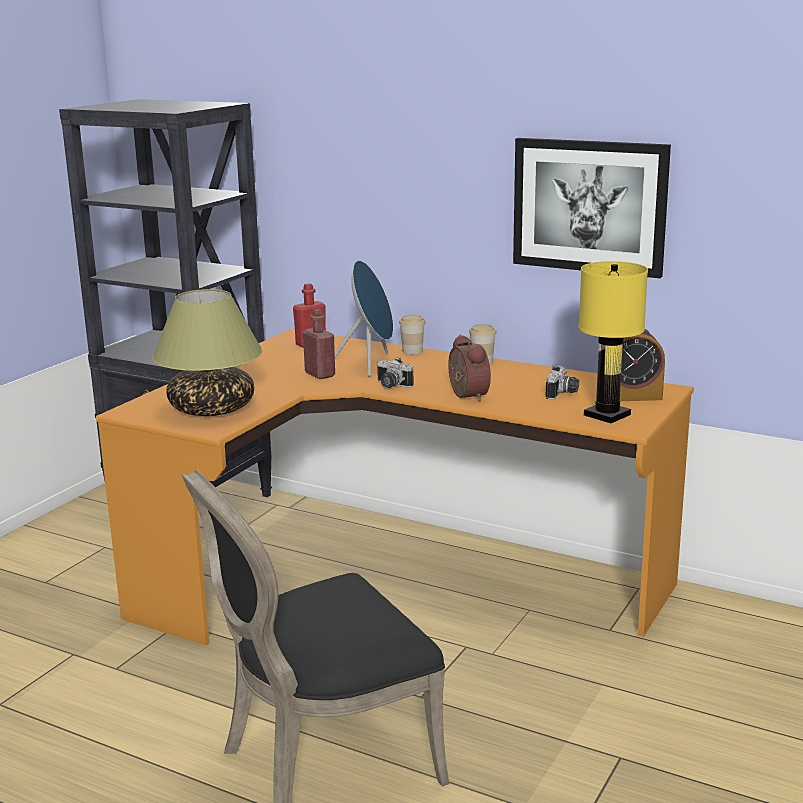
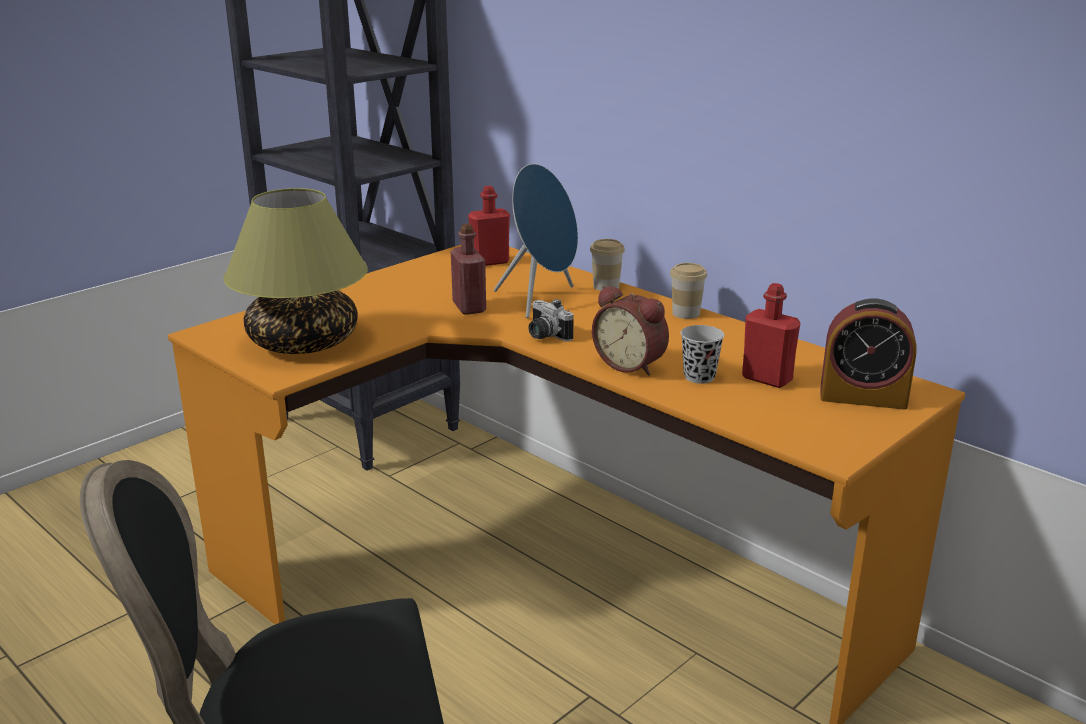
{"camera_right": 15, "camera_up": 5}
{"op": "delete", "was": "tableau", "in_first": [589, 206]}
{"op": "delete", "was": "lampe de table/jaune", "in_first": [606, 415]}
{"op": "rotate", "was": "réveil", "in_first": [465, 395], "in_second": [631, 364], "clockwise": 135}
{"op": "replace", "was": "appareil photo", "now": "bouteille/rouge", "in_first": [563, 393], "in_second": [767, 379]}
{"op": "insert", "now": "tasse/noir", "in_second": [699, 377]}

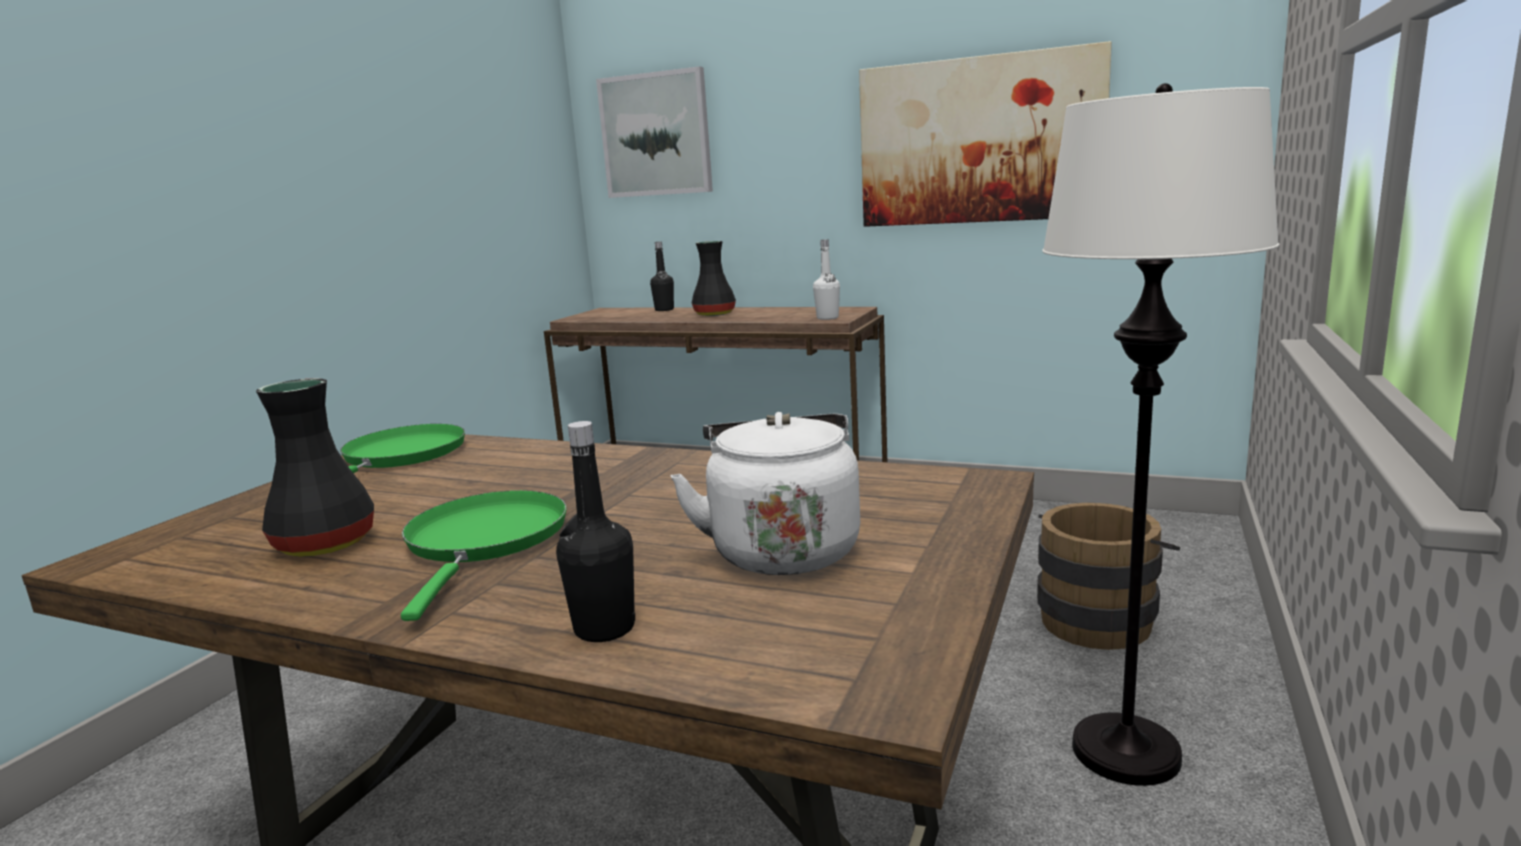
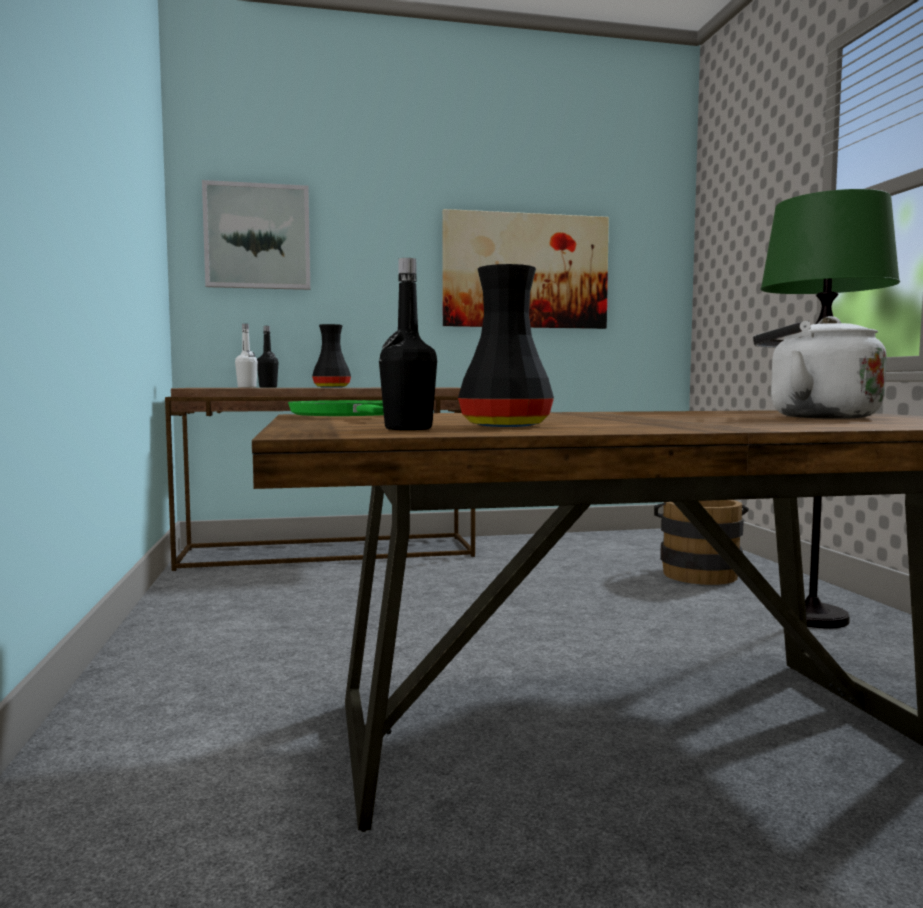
{"camera_right": -35, "camera_up": -10}
{"op": "recolor", "was": "lampadaire/blanc", "now": "lampadaire/vert", "in_first": [1126, 752], "in_second": [812, 617]}
{"op": "move", "was": "bouteille/blanc", "in_first": [827, 318], "in_second": [247, 387]}
{"op": "move", "was": "bouteille/noir", "in_first": [604, 628], "in_second": [408, 429]}
{"op": "delete", "was": "poêle/vert", "in_first": [485, 541]}

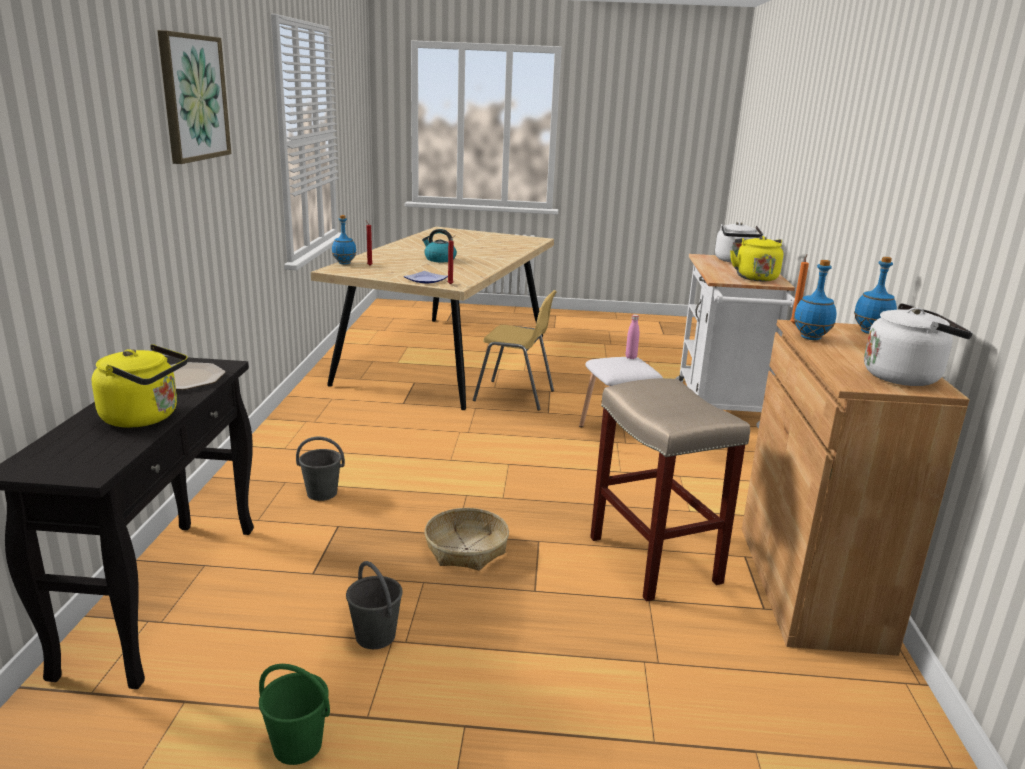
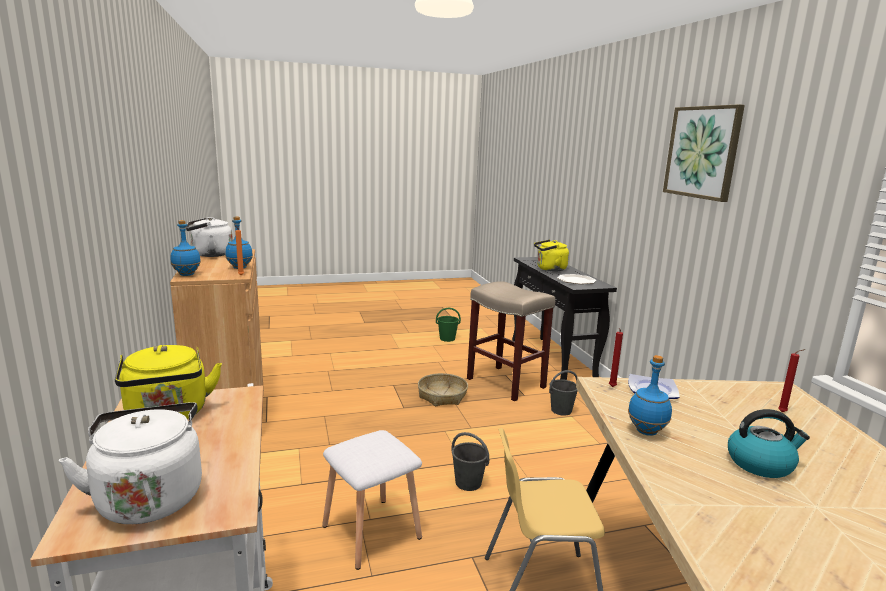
{"camera_right": 160, "camera_up": -5}
{"op": "move", "was": "bouteille/bleu", "in_first": [344, 263], "in_second": [647, 431]}
{"op": "delete", "was": "bouteille/rose", "in_first": [631, 357]}
{"op": "move", "was": "tabouret/beige", "in_first": [652, 559], "in_second": [507, 383]}
{"op": "move", "was": "seau/gris", "in_first": [375, 636], "in_second": [468, 483]}

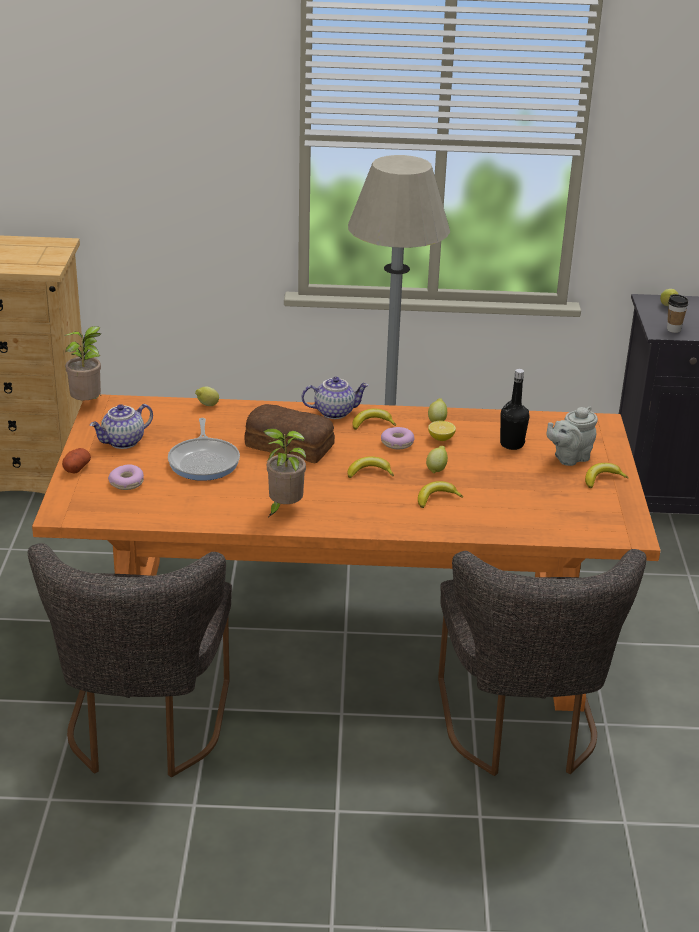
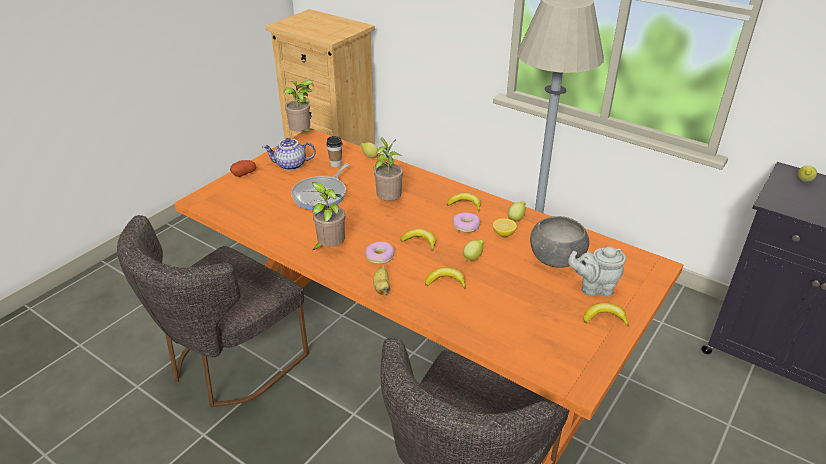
{"camera_right": 35, "camera_up": 5}
{"op": "move", "was": "tasse", "in_first": [673, 329], "in_second": [336, 164]}
{"op": "replace", "was": "bouteille/noir", "now": "bol/gris", "in_first": [511, 444], "in_second": [556, 258]}
{"op": "delete", "was": "théière", "in_first": [334, 412]}
{"op": "replace", "was": "pain", "now": "plante en pot", "in_first": [288, 445], "in_second": [388, 202]}
{"op": "move", "was": "beignet", "in_first": [127, 483], "in_second": [380, 257]}
{"op": "insert", "now": "banane", "in_second": [382, 288]}

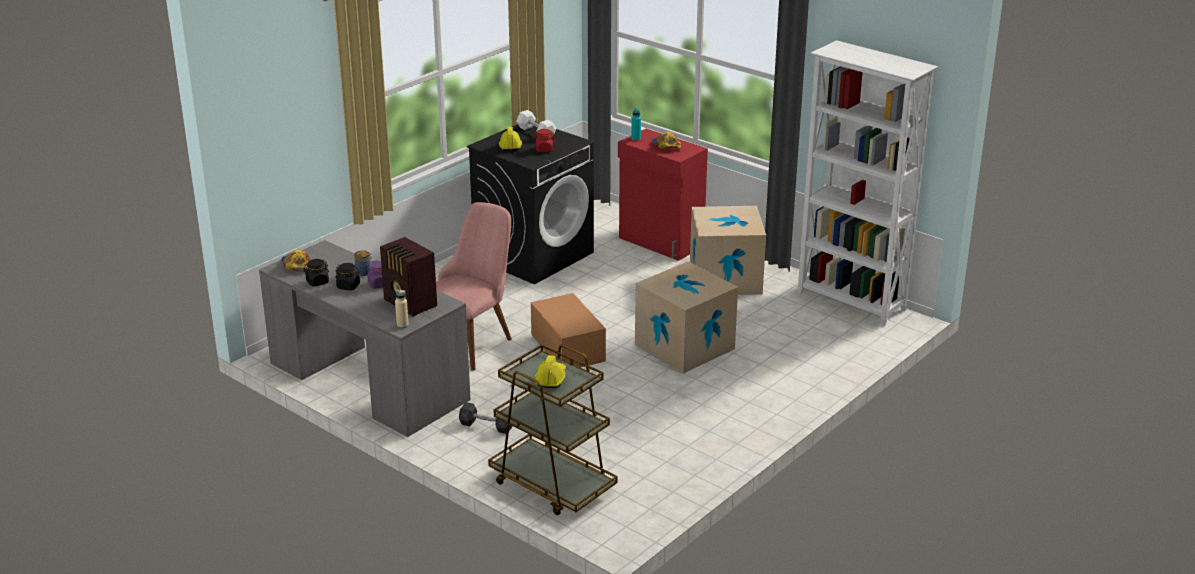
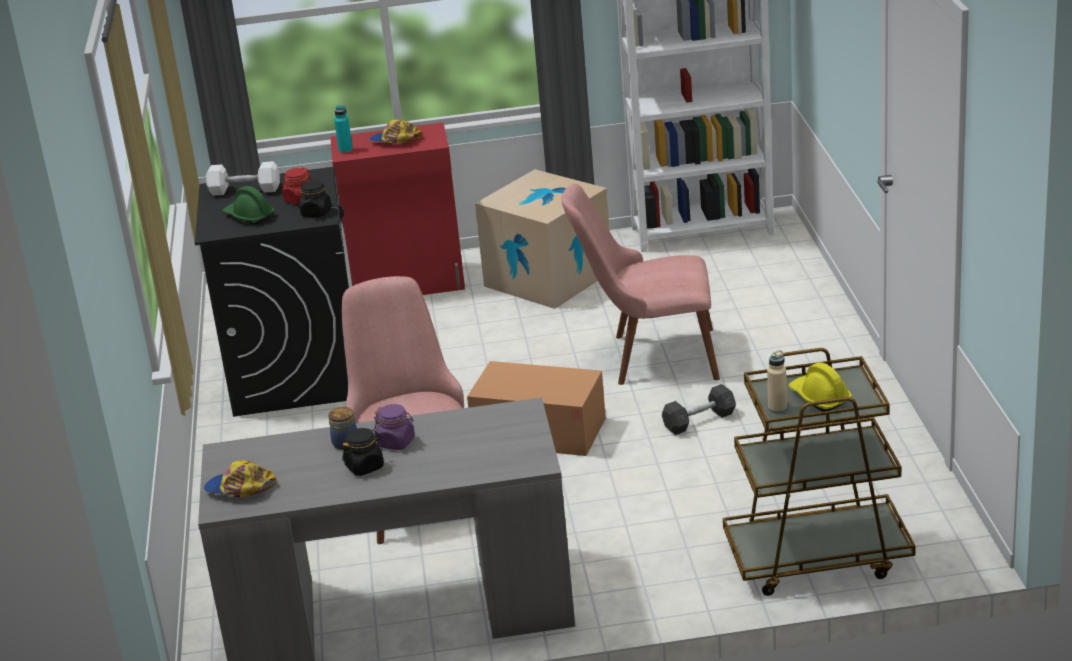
{"camera_right": -45, "camera_up": 0}
{"op": "recolor", "was": "casque de chantier/jaune", "now": "casque de chantier/vert", "in_first": [510, 145], "in_second": [249, 216]}
{"op": "delete", "was": "radio", "in_first": [410, 304]}
{"op": "move", "was": "bocal/noir", "in_first": [317, 282], "in_second": [316, 213]}
{"op": "replace", "was": "carton", "now": "chaise/rose", "in_first": [684, 347], "in_second": [648, 358]}
{"op": "move", "was": "bouteille/beige", "in_first": [402, 325], "in_second": [777, 408]}
{"op": "move", "was": "haltère/gris", "in_first": [486, 426], "in_second": [699, 421]}

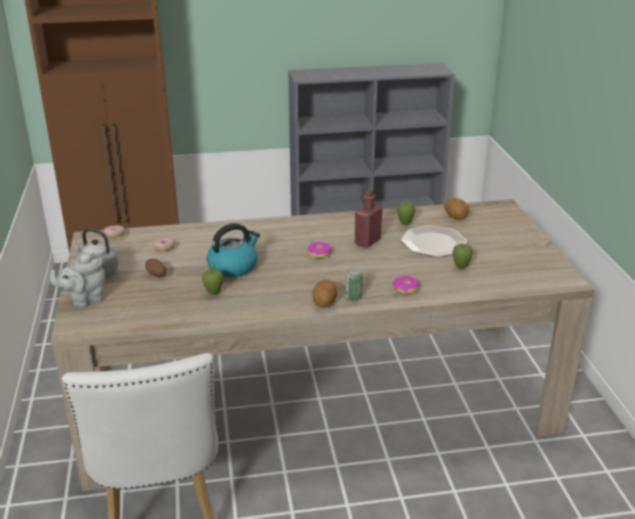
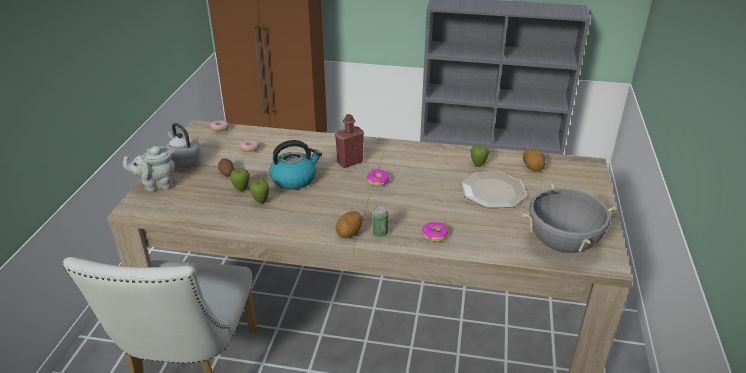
{"camera_right": 20, "camera_up": 5}
{"op": "move", "was": "bouteille/rouge", "in_first": [367, 242], "in_second": [350, 162]}
{"op": "move", "was": "pomme", "in_first": [461, 267], "in_second": [241, 190]}
{"op": "insert", "now": "marmite/gris", "in_second": [562, 244]}

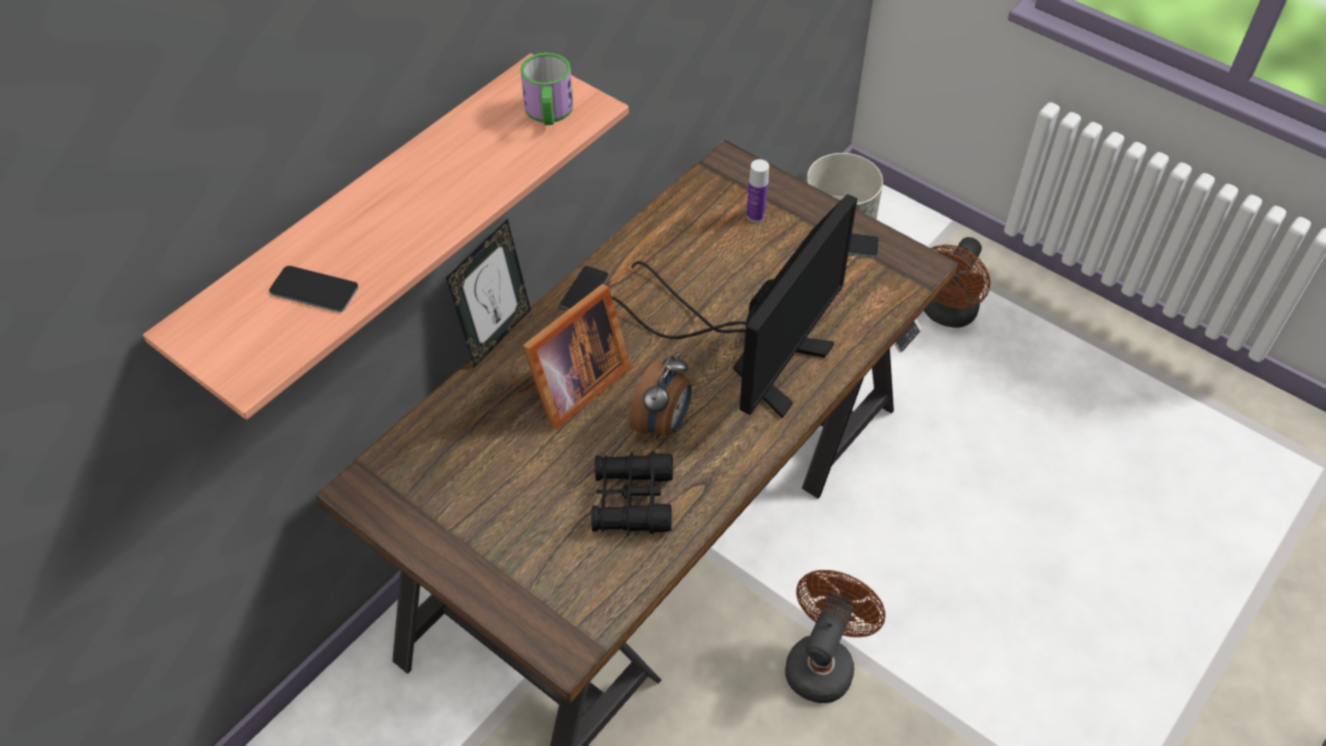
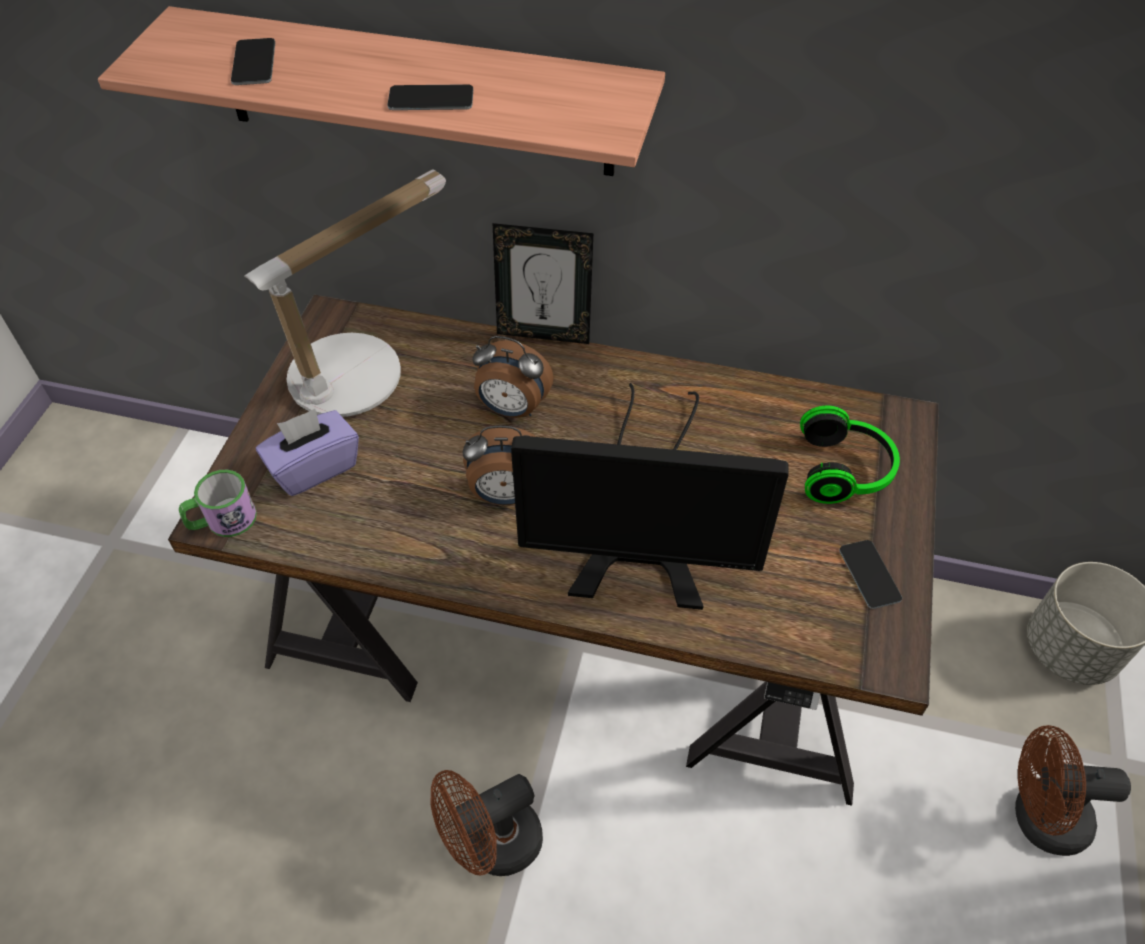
{"camera_right": 65, "camera_up": 0}
{"op": "move", "was": "mug", "in_first": [549, 113], "in_second": [222, 521]}
{"op": "replace", "was": "bouteille", "now": "casque audio", "in_first": [756, 215], "in_second": [845, 471]}
{"op": "move", "was": "téléphone", "in_first": [584, 290], "in_second": [431, 99]}
{"op": "replace", "was": "cadre photo", "now": "réveil", "in_first": [571, 387], "in_second": [512, 409]}
{"op": "delete", "was": "jumelles/noir", "in_first": [632, 500]}
{"op": "rotate", "was": "ventilateur/marron", "in_first": [823, 661], "in_second": [492, 845], "clockwise": 150}
{"op": "insert", "now": "lampe de table", "in_second": [358, 370]}
{"op": "insert", "now": "boîte à mouchoirs/violet", "in_second": [314, 467]}

